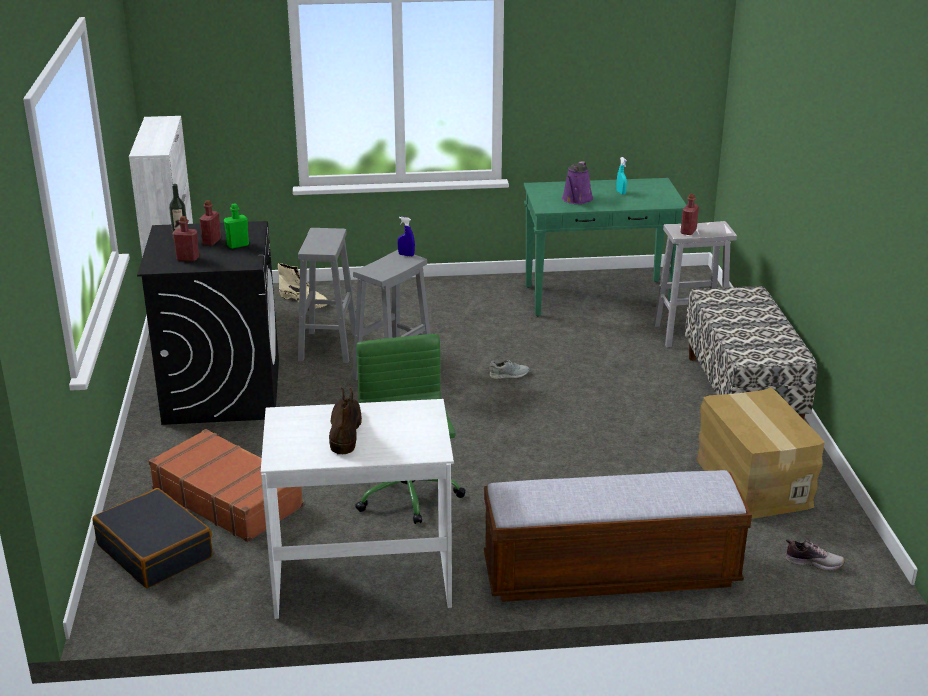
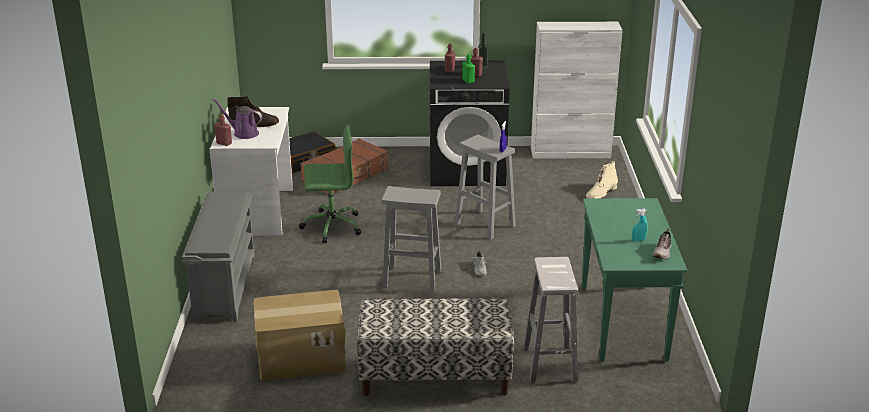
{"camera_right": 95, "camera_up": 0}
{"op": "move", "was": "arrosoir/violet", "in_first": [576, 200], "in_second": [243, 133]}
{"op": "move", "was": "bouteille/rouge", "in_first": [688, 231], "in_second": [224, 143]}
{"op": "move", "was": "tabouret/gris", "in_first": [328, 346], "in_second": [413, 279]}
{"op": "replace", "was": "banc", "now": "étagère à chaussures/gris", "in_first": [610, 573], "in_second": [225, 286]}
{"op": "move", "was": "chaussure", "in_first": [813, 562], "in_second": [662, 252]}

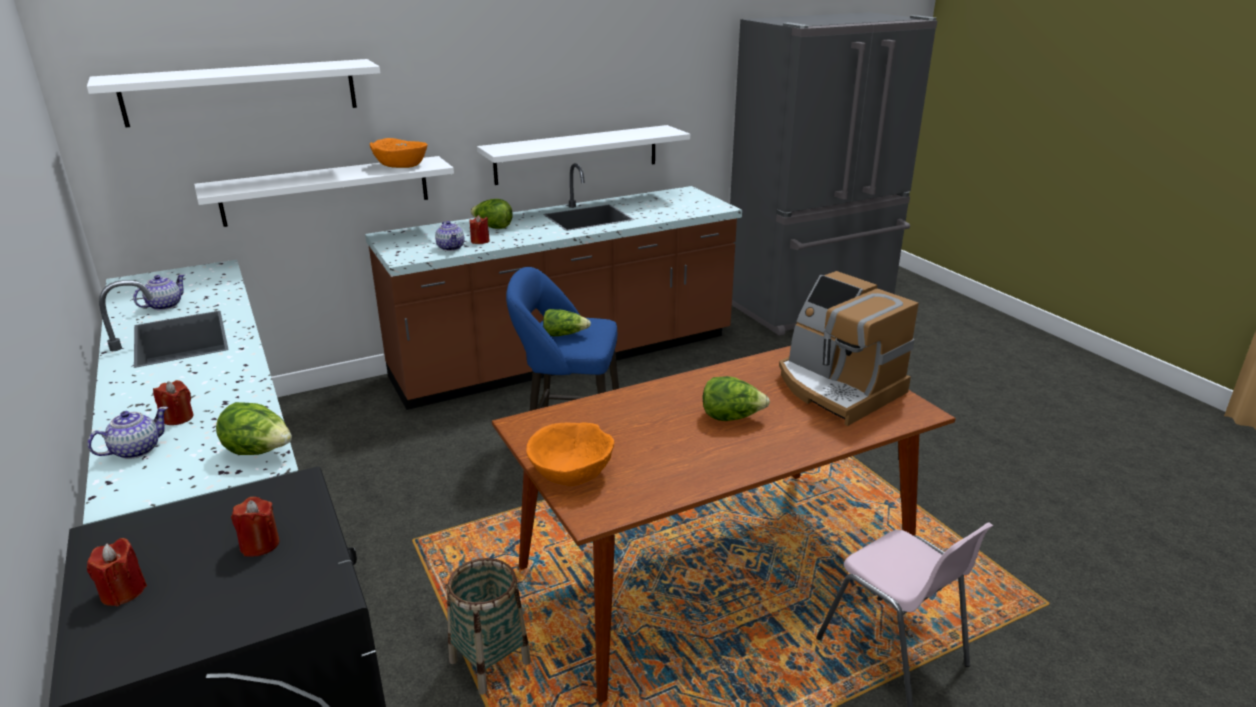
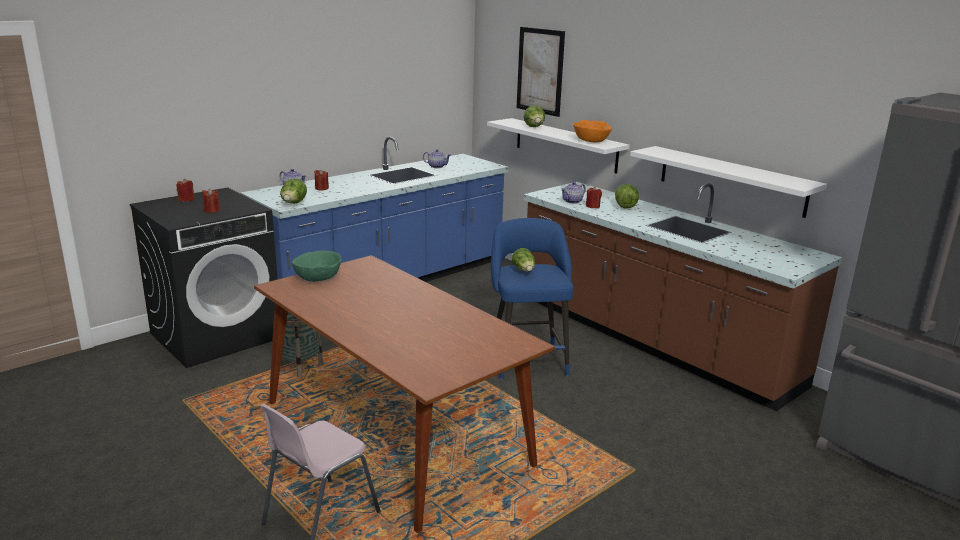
{"camera_right": 75, "camera_up": -5}
{"op": "replace", "was": "étagère/blanc", "now": "tableau", "in_first": [242, 92], "in_second": [540, 71]}
{"op": "delete", "was": "machine à café", "in_first": [837, 388]}
{"op": "move", "was": "laitue", "in_first": [731, 418], "in_second": [534, 127]}
{"op": "recolor", "was": "bol/orange", "now": "bol/vert", "in_first": [571, 473], "in_second": [317, 278]}

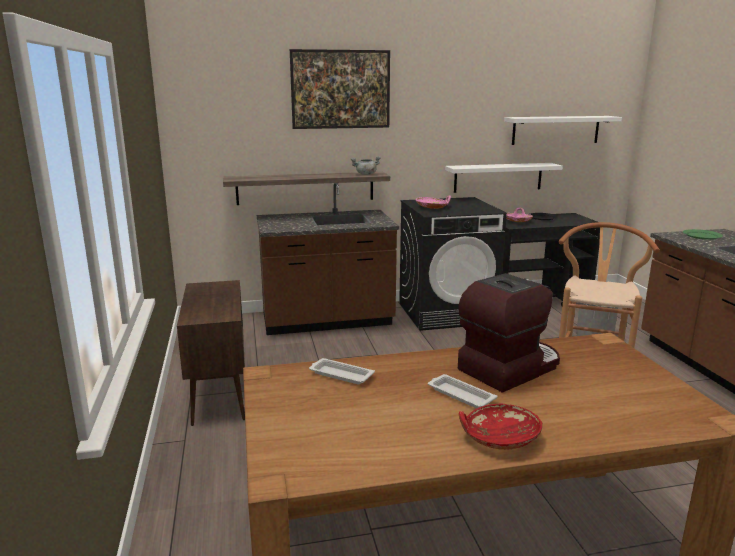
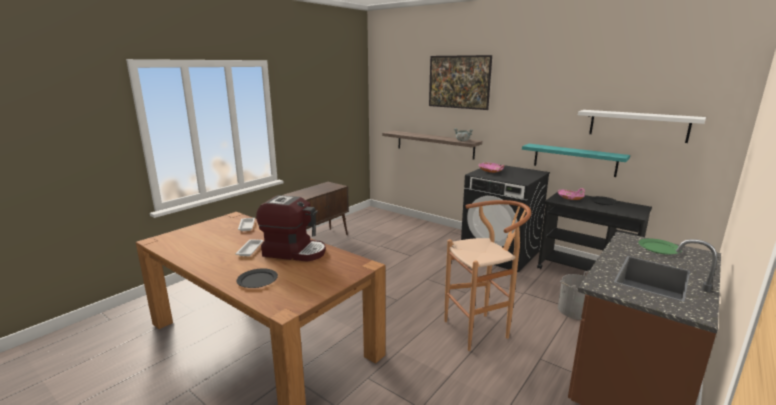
{"camera_right": 50, "camera_up": 0}
{"op": "recolor", "was": "étagère/blanc", "now": "étagère/turquoise", "in_first": [498, 177], "in_second": [574, 160]}
{"op": "delete", "was": "comptoir de cuisine/marron", "in_first": [327, 321]}
{"op": "delete", "was": "bol/rouge", "in_first": [499, 438]}
{"op": "insert", "now": "assiette/noir", "in_second": [257, 280]}

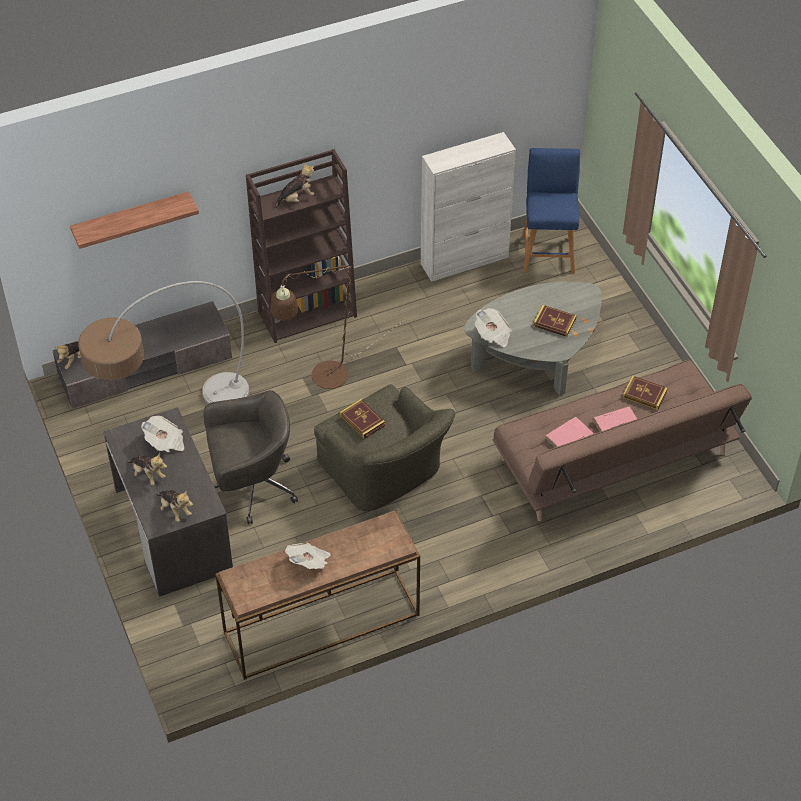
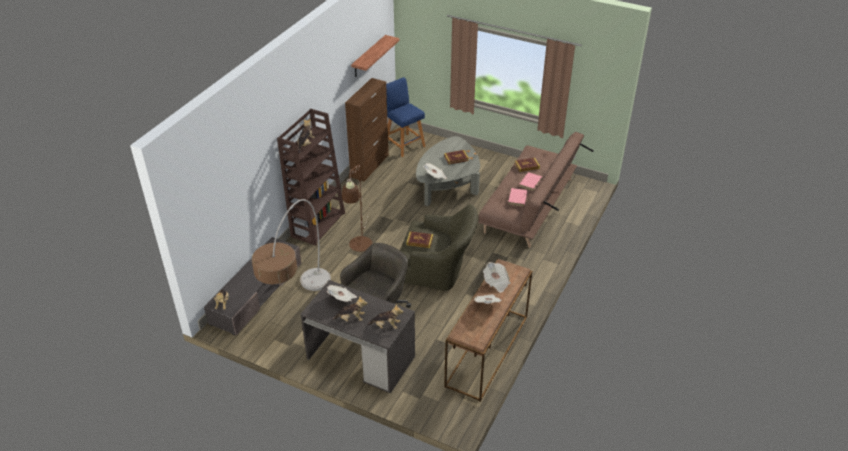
{"camera_right": -40, "camera_up": -10}
{"op": "recolor", "was": "meuble de rangement/blanc", "now": "meuble de rangement/marron", "in_first": [465, 260], "in_second": [370, 165]}
{"op": "move", "was": "étagère", "in_first": [131, 219], "in_second": [369, 56]}
{"op": "insert", "now": "journal", "in_second": [496, 282]}

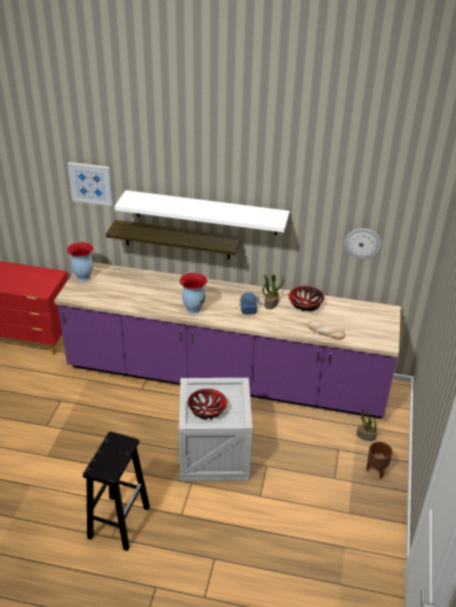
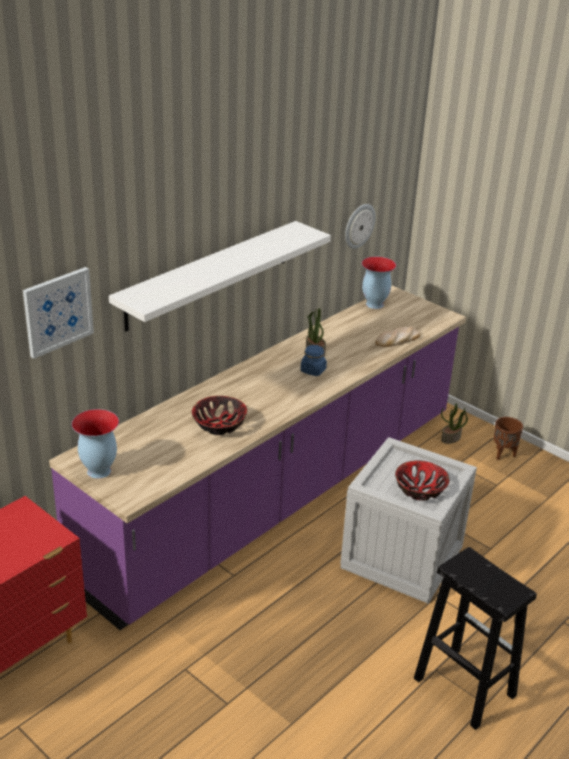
{"camera_right": -60, "camera_up": -5}
{"op": "delete", "was": "étagère", "in_first": [177, 239]}
{"op": "move", "was": "vase", "in_first": [193, 309], "in_second": [374, 304]}
{"op": "move", "was": "bol", "in_first": [305, 305], "in_second": [219, 425]}

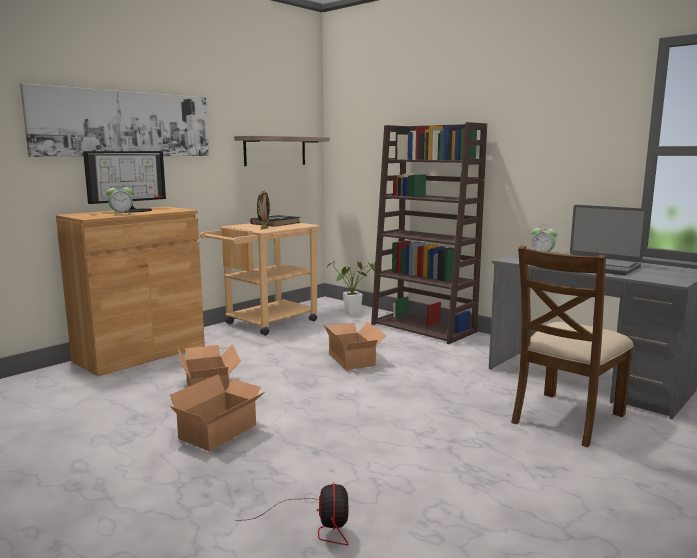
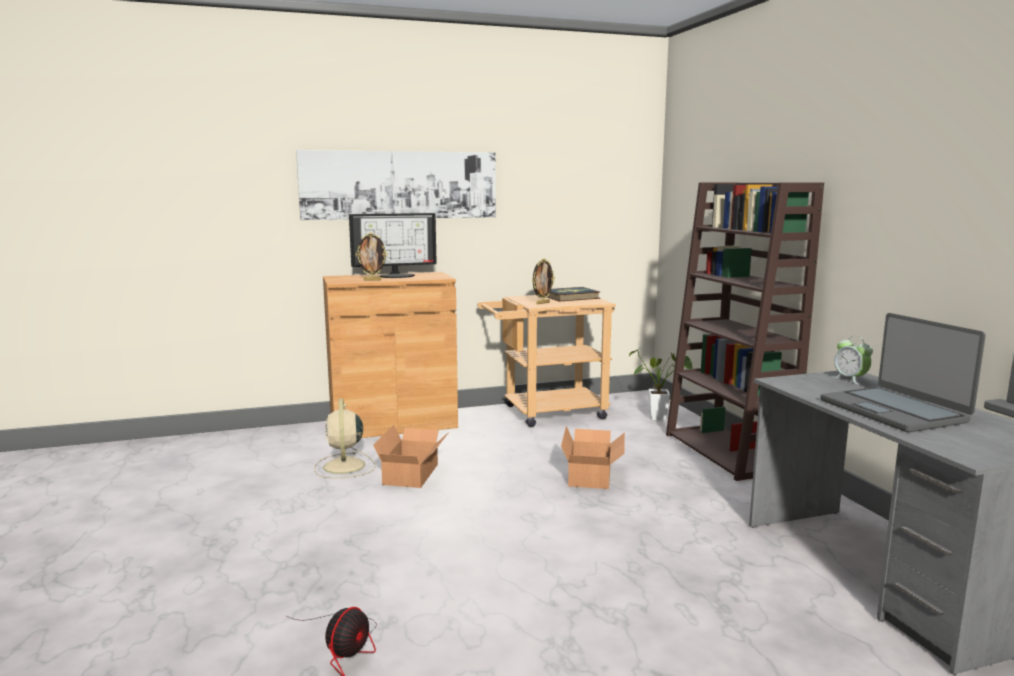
{"camera_right": 30, "camera_up": 0}
{"op": "delete", "was": "étagère", "in_first": [275, 151]}
{"op": "replace", "was": "réveil", "now": "cadre photo", "in_first": [121, 214], "in_second": [372, 280]}
{"op": "delete", "was": "chaise/marron", "in_first": [566, 418]}
{"op": "delete", "was": "carton", "in_first": [221, 432]}
{"op": "insert", "now": "ventilateur/beige", "in_second": [344, 467]}

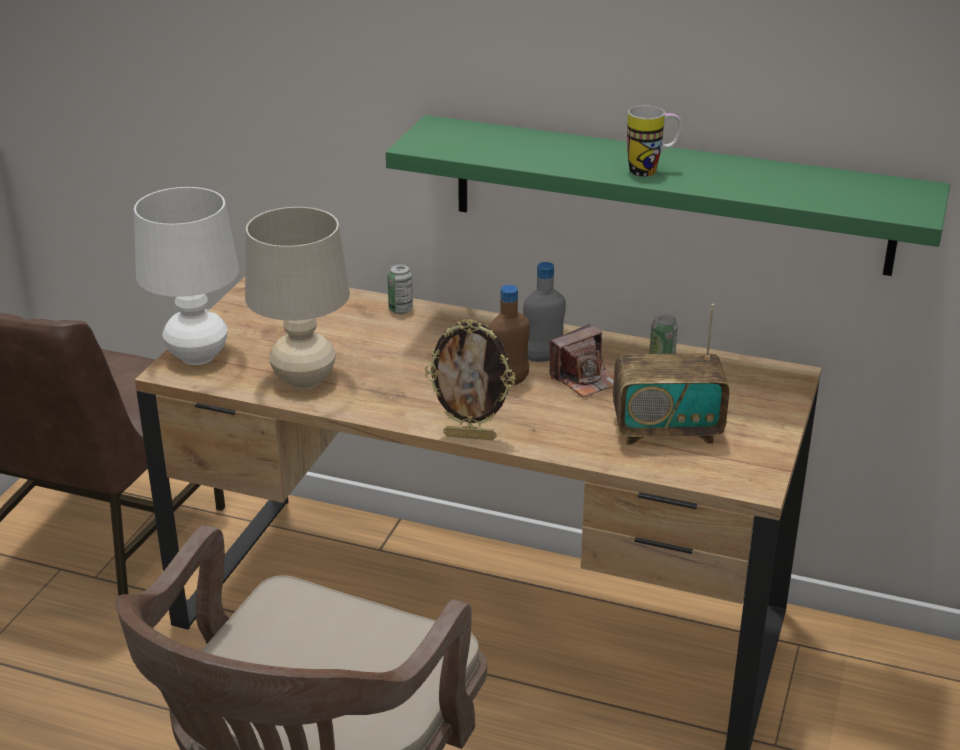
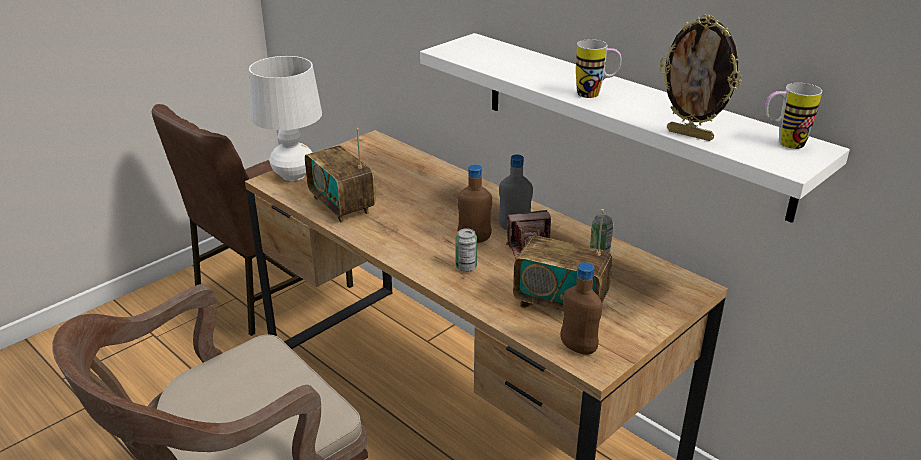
{"camera_right": 25, "camera_up": 0}
{"op": "recolor", "was": "étagère/vert", "now": "étagère/blanc", "in_first": [669, 194], "in_second": [628, 120]}
{"op": "replace", "was": "lampe de table/beige", "now": "radio", "in_first": [303, 380], "in_second": [342, 205]}
{"op": "move", "was": "boîte métallique", "in_first": [400, 309], "in_second": [466, 267]}
{"op": "move", "was": "cadre photo", "in_first": [470, 436], "in_second": [690, 135]}
{"op": "insert", "now": "mug", "in_second": [783, 143]}
{"op": "insert", "now": "bouteille/marron", "in_second": [578, 348]}

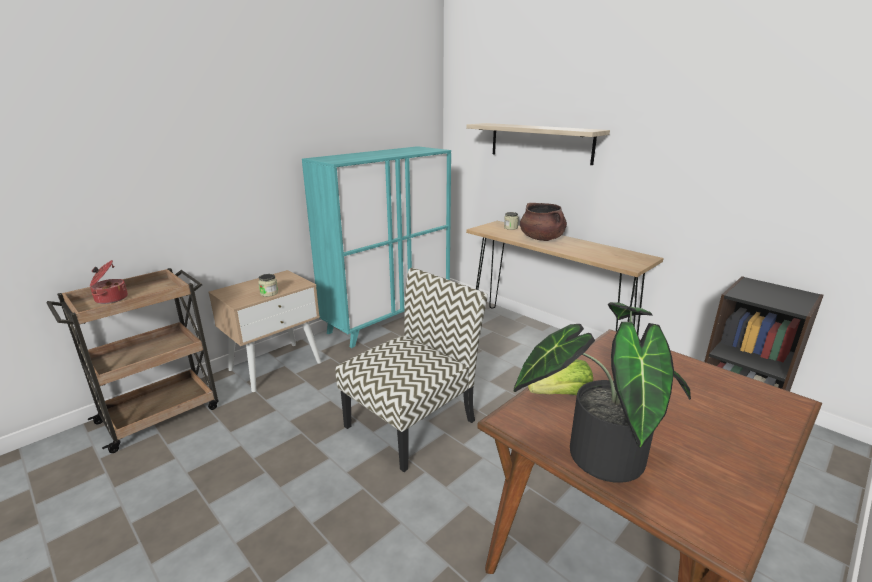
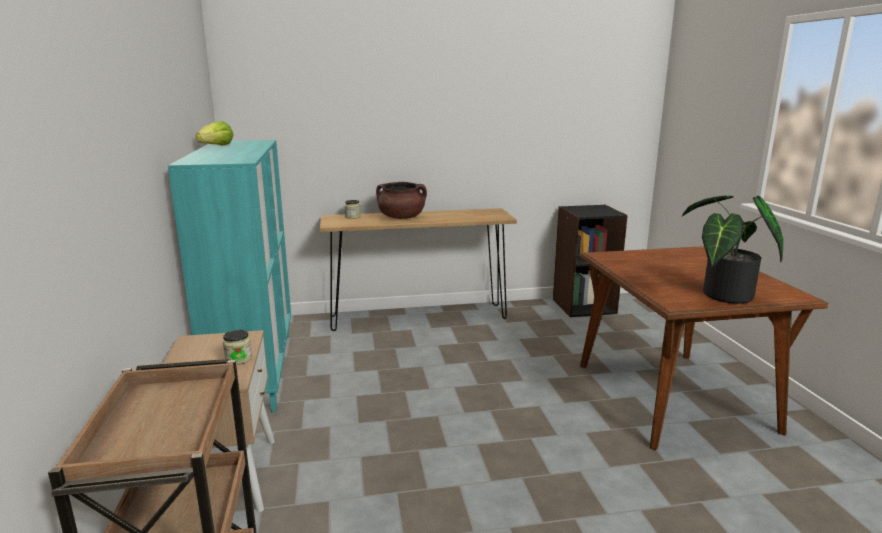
{"camera_right": -55, "camera_up": -5}
{"op": "delete", "was": "étagère", "in_first": [540, 142]}
{"op": "delete", "was": "marmite", "in_first": [110, 299]}
{"op": "delete", "was": "chaise", "in_first": [411, 422]}
{"op": "move", "was": "laitue", "in_first": [562, 395], "in_second": [216, 146]}

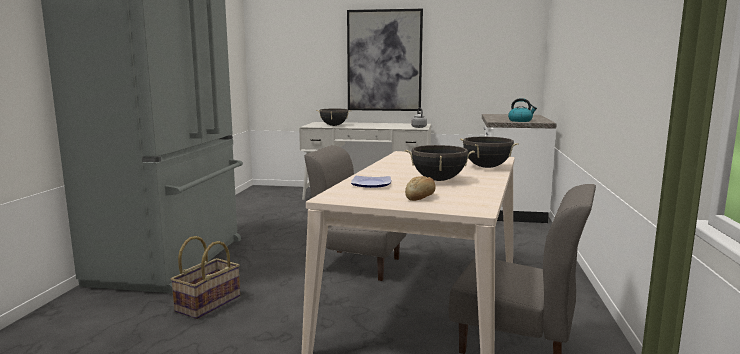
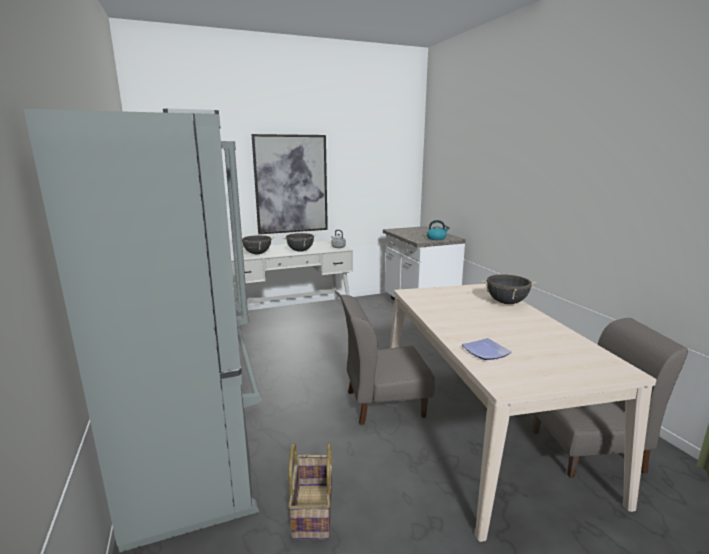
{"camera_right": -30, "camera_up": 5}
{"op": "move", "was": "marmite/noir", "in_first": [438, 180], "in_second": [300, 251]}
{"op": "delete", "was": "pain", "in_first": [421, 197]}

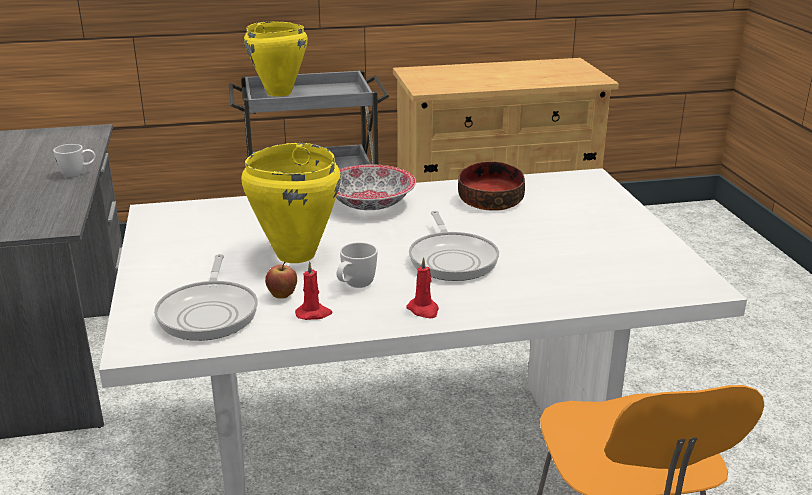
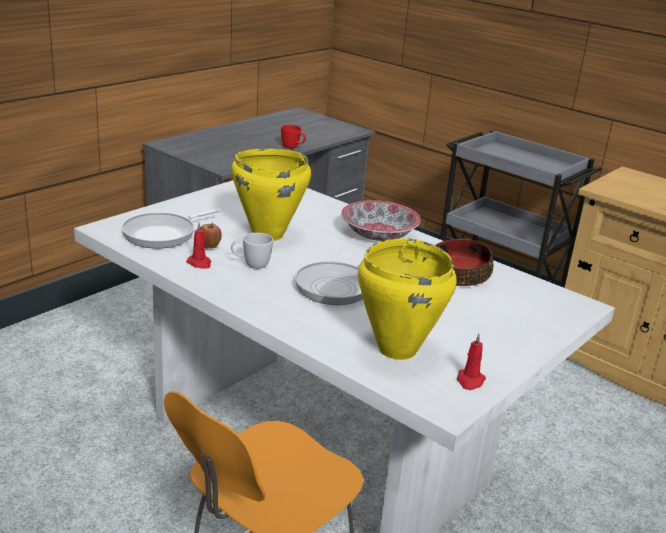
{"camera_right": 50, "camera_up": 0}
{"op": "move", "was": "marmite/jaune", "in_first": [279, 93], "in_second": [396, 350]}
{"op": "recolor", "was": "mug/blanc", "now": "mug/rouge", "in_first": [78, 174], "in_second": [293, 148]}
{"op": "move", "was": "bougie/rouge", "in_first": [423, 310], "in_second": [470, 381]}

